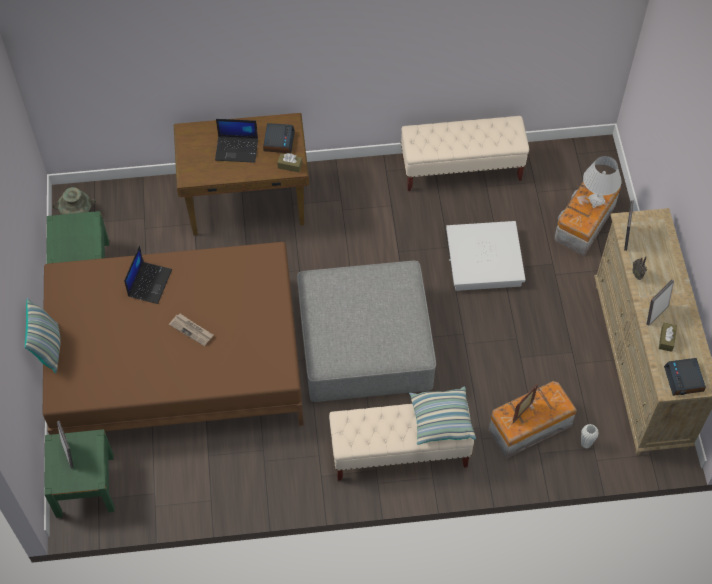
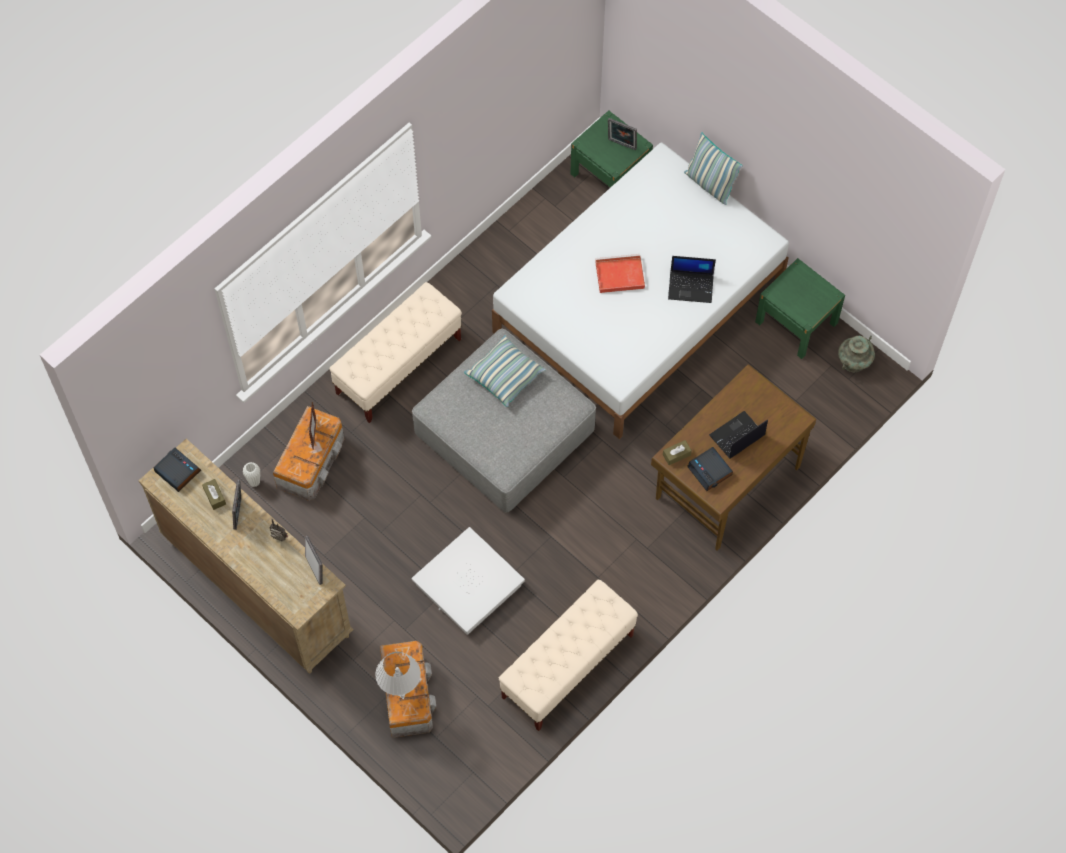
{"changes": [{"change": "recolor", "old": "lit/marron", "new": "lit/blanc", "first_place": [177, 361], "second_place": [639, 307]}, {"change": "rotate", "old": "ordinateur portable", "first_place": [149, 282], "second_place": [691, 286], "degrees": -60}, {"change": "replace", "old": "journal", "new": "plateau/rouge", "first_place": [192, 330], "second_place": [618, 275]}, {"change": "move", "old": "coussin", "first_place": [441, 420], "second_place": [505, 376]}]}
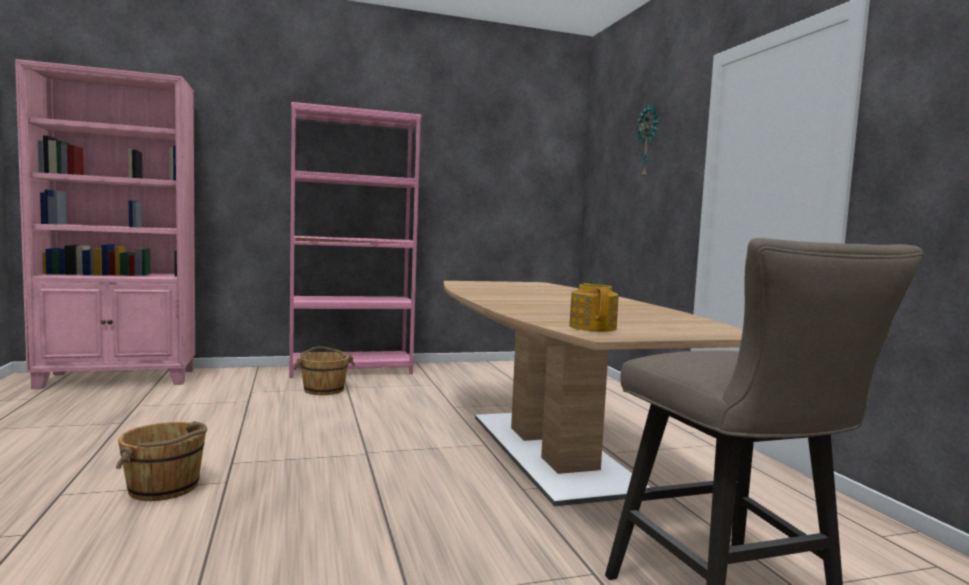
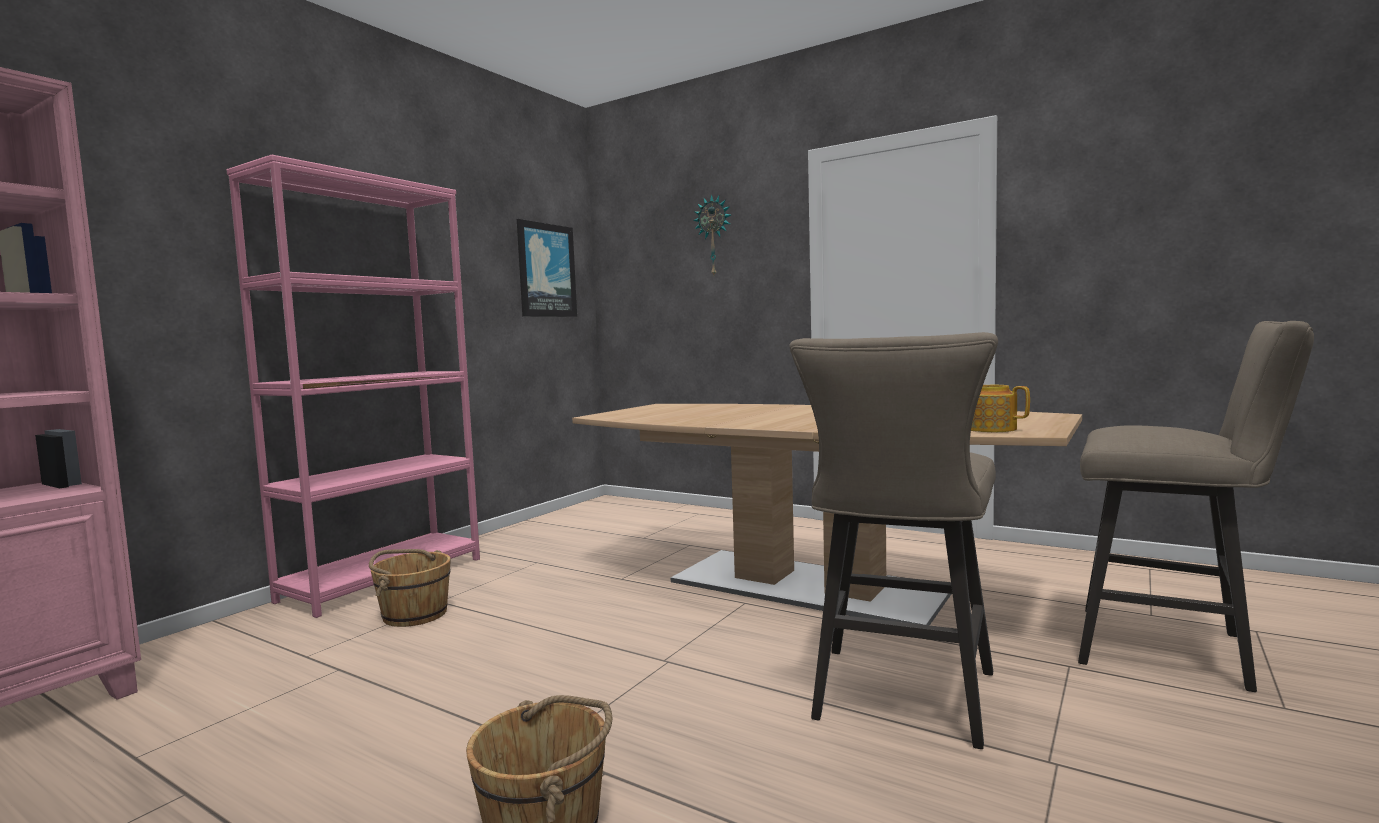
{"changes": [{"change": "insert", "new": "tableau", "second_place": [546, 270]}, {"change": "insert", "new": "tabouret/beige", "second_place": [900, 701]}]}
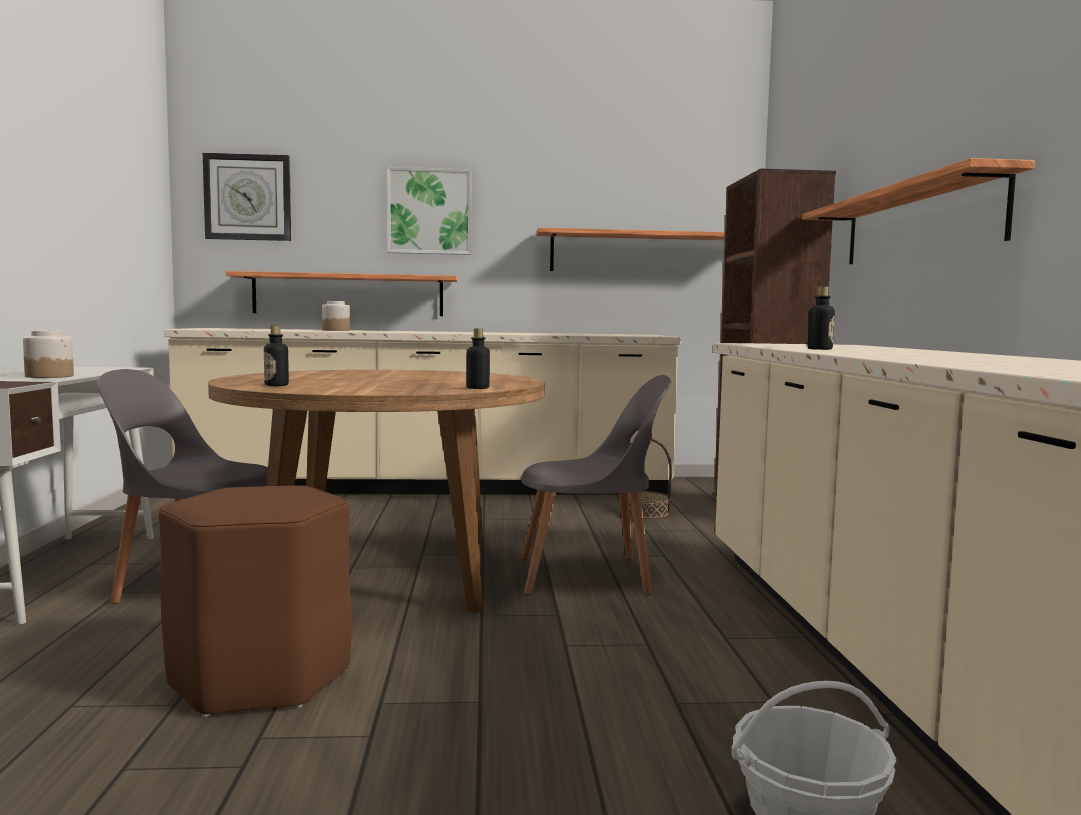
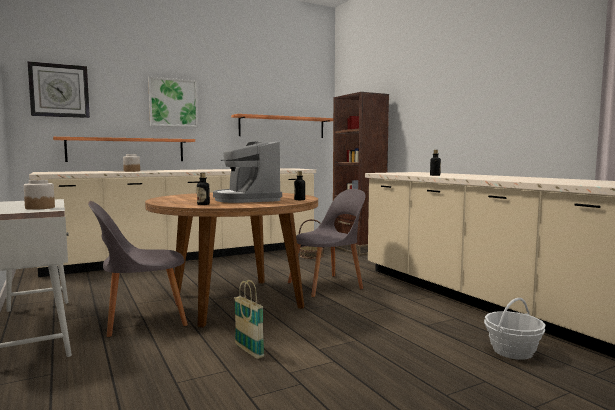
{"changes": [{"change": "delete", "old": "étagère", "first_place": [918, 224]}, {"change": "replace", "old": "tabouret/marron", "new": "panier", "first_place": [260, 676], "second_place": [249, 351]}, {"change": "insert", "new": "machine à café", "second_place": [246, 199]}]}
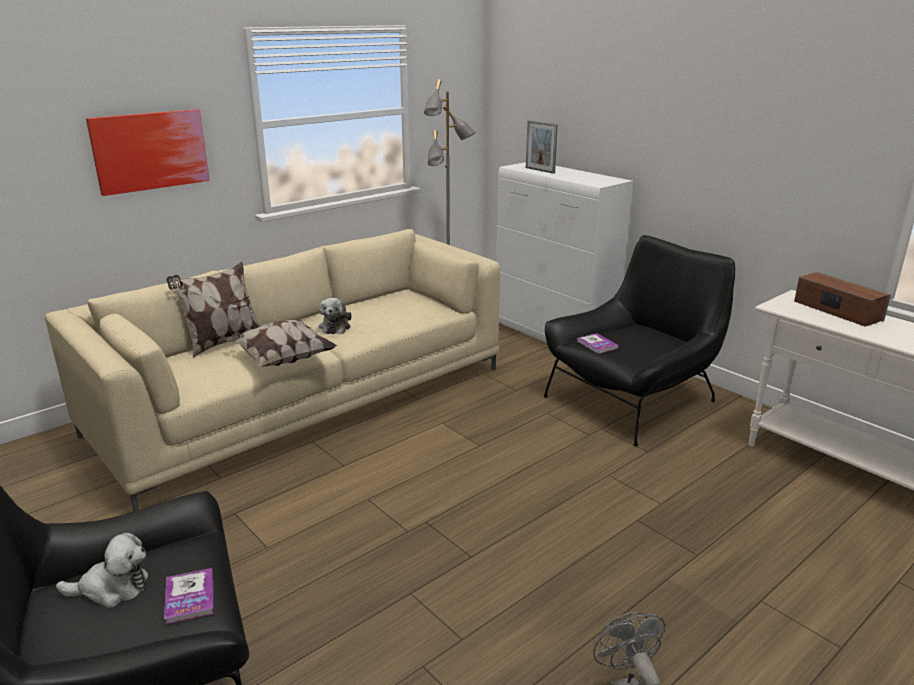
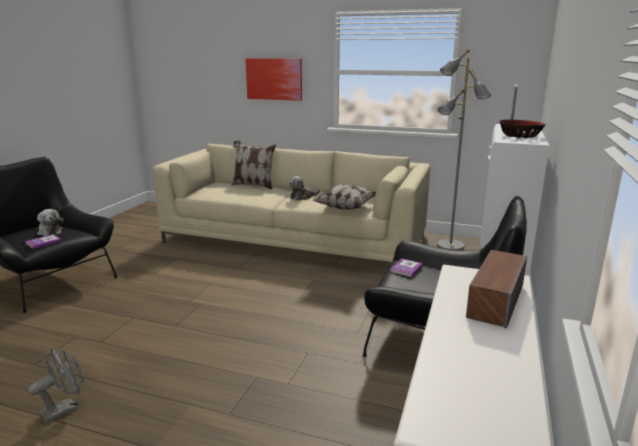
{"changes": [{"change": "move", "old": "coussin", "first_place": [281, 360], "second_place": [344, 208]}, {"change": "insert", "new": "bol", "second_place": [520, 136]}]}
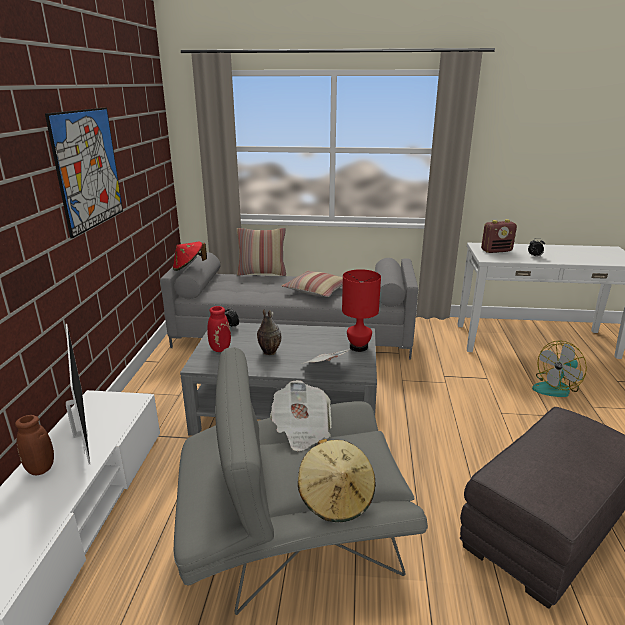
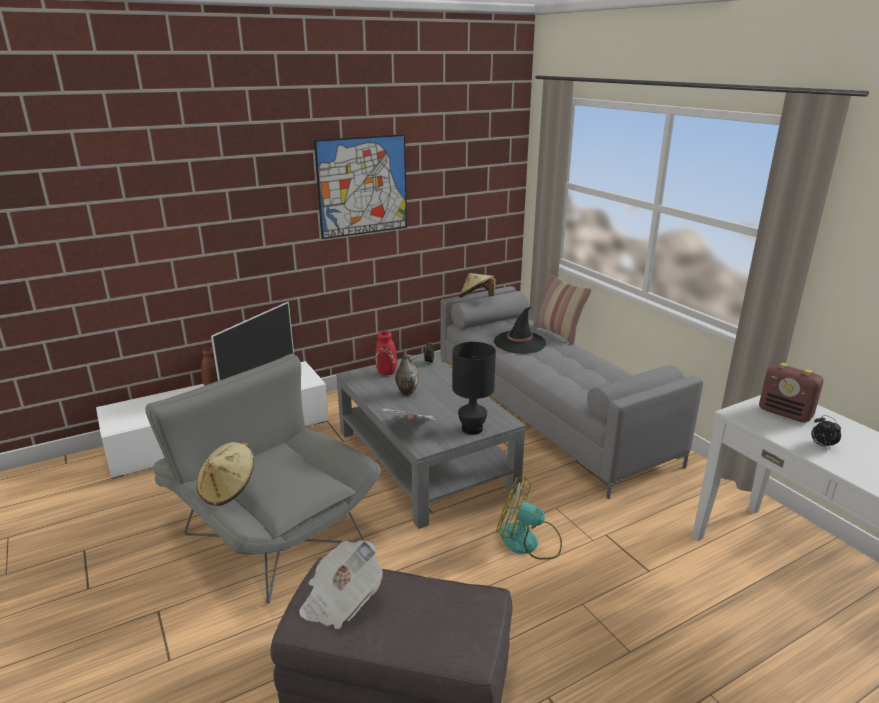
{"changes": [{"change": "recolor", "old": "chapeau/rouge", "new": "chapeau/beige", "first_place": [189, 267], "second_place": [476, 298]}, {"change": "recolor", "old": "lampe de table/rouge", "new": "lampe de table/noir", "first_place": [359, 347], "second_place": [472, 429]}, {"change": "delete", "old": "coussin", "first_place": [317, 290]}, {"change": "move", "old": "ventilateur", "first_place": [556, 388], "second_place": [528, 542]}, {"change": "move", "old": "journal", "first_place": [301, 429], "second_place": [341, 600]}, {"change": "insert", "new": "chapeau/noir", "second_place": [519, 343]}]}
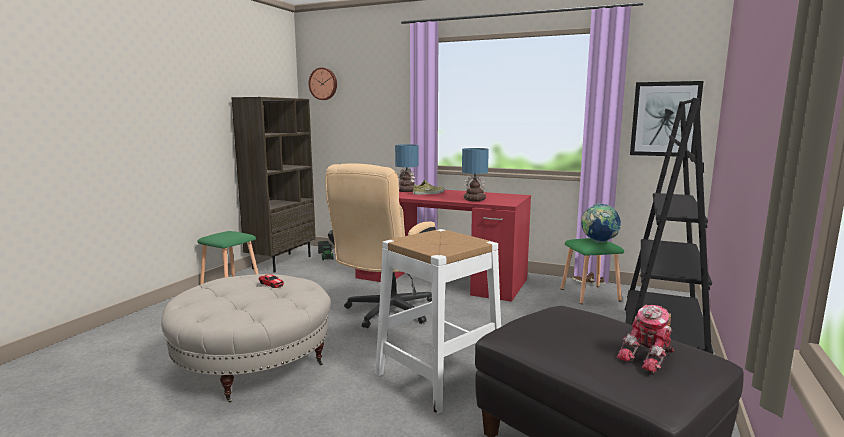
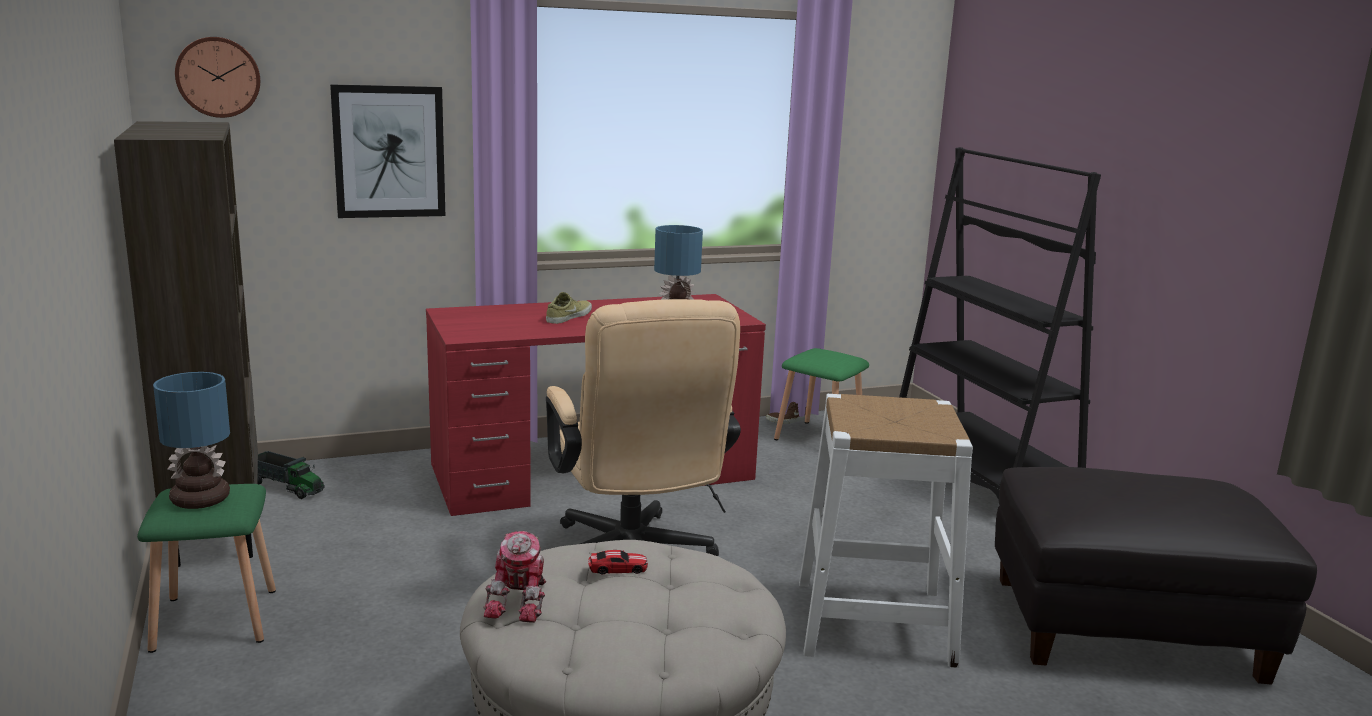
{"changes": [{"change": "move", "old": "tableau", "first_place": [665, 119], "second_place": [389, 152]}, {"change": "move", "old": "lampe de table", "first_place": [407, 191], "second_place": [203, 499]}, {"change": "delete", "old": "globe", "first_place": [598, 242]}, {"change": "move", "old": "robot jouet", "first_place": [649, 357], "second_place": [521, 601]}]}
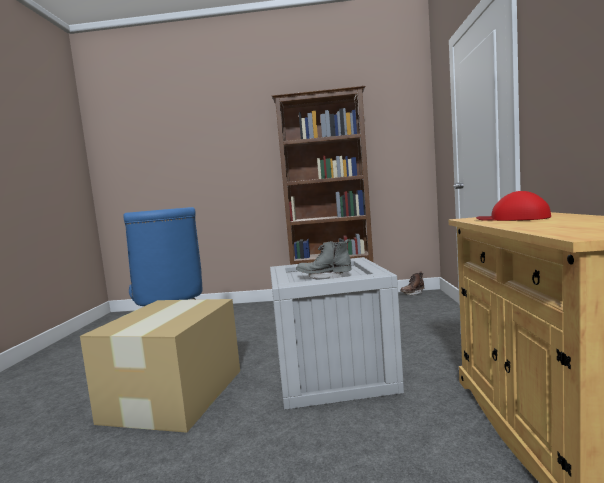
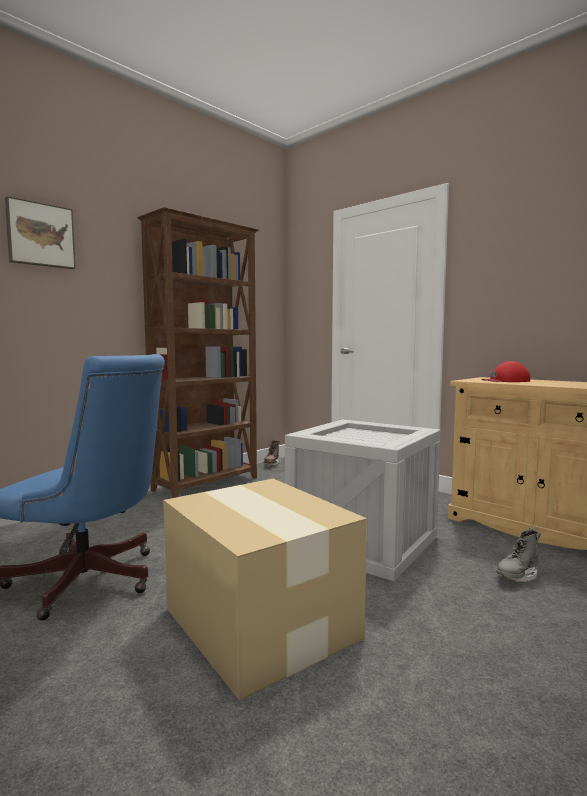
{"changes": [{"change": "move", "old": "botte/gris", "first_place": [324, 277], "second_place": [517, 576]}, {"change": "insert", "new": "tableau", "second_place": [40, 235]}]}
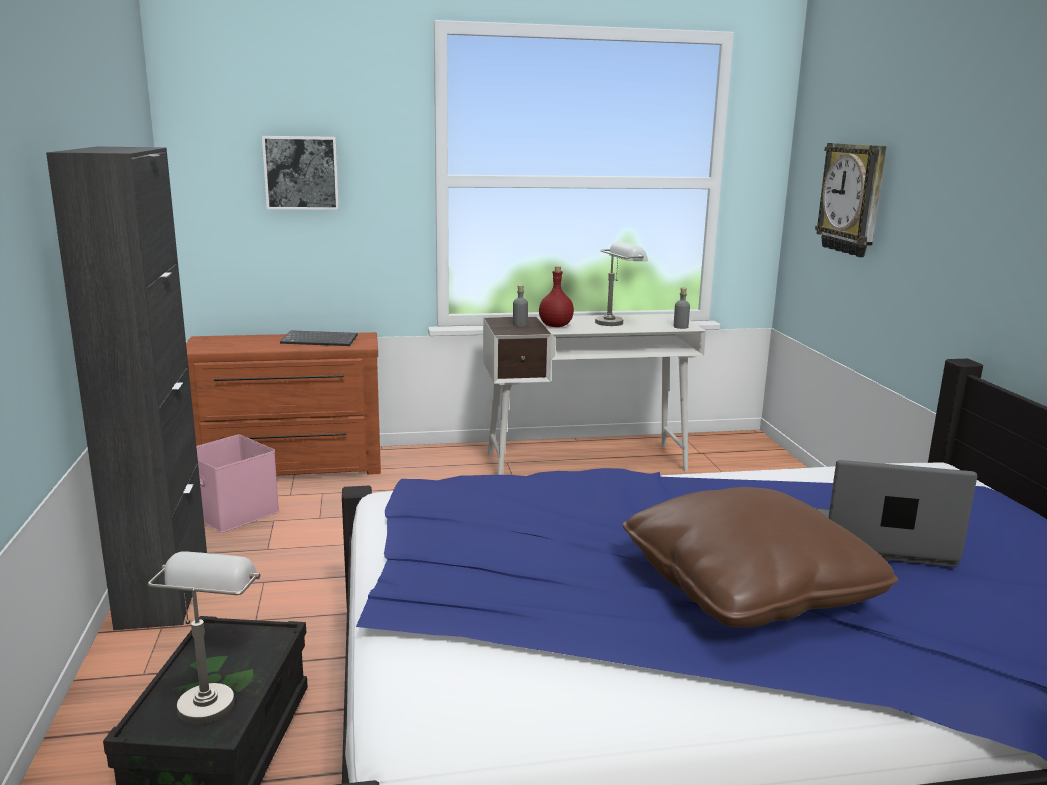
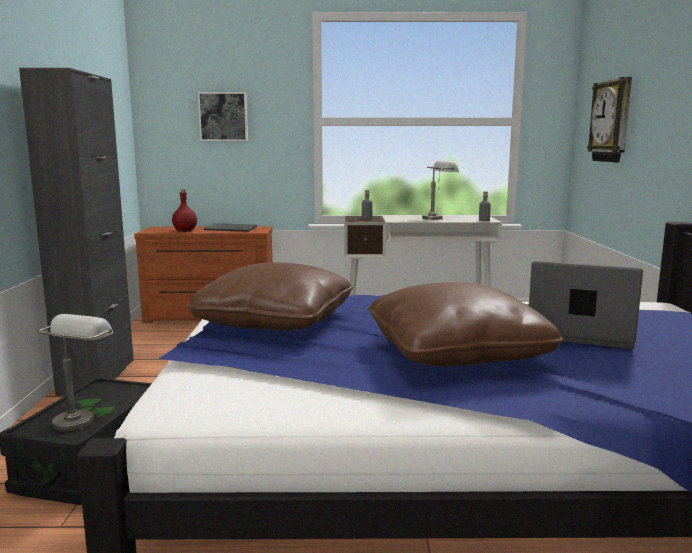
{"changes": [{"change": "move", "old": "bouteille/rouge", "first_place": [556, 326], "second_place": [185, 231]}, {"change": "delete", "old": "boîte de rangement/rose", "first_place": [231, 512]}, {"change": "insert", "new": "coussin/marron", "second_place": [275, 322]}]}
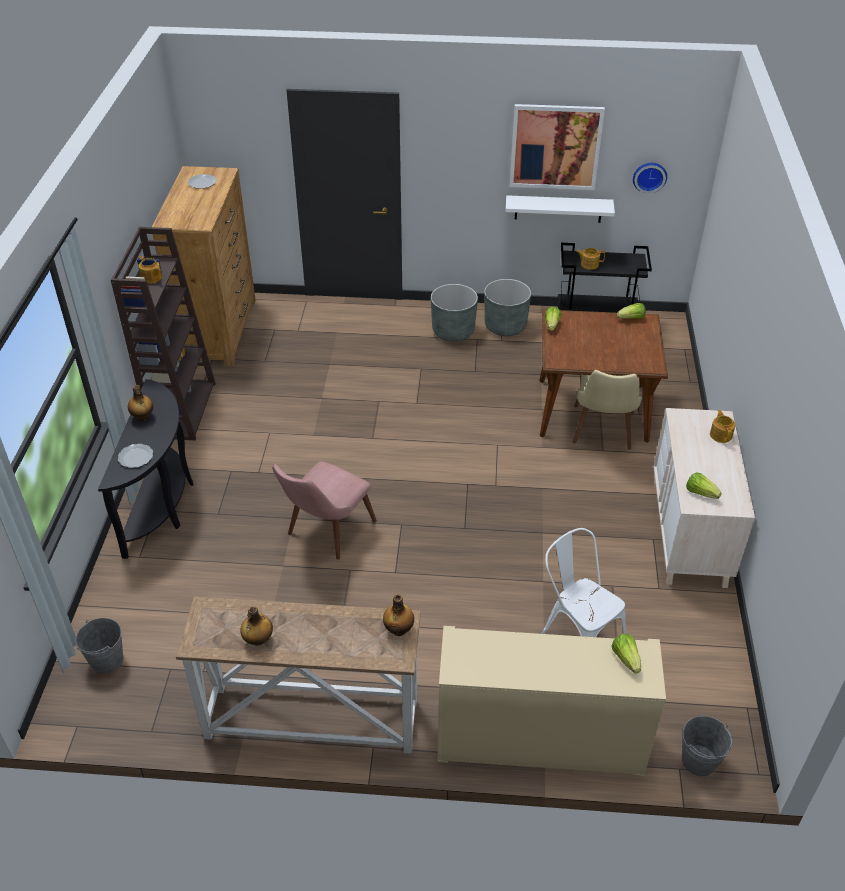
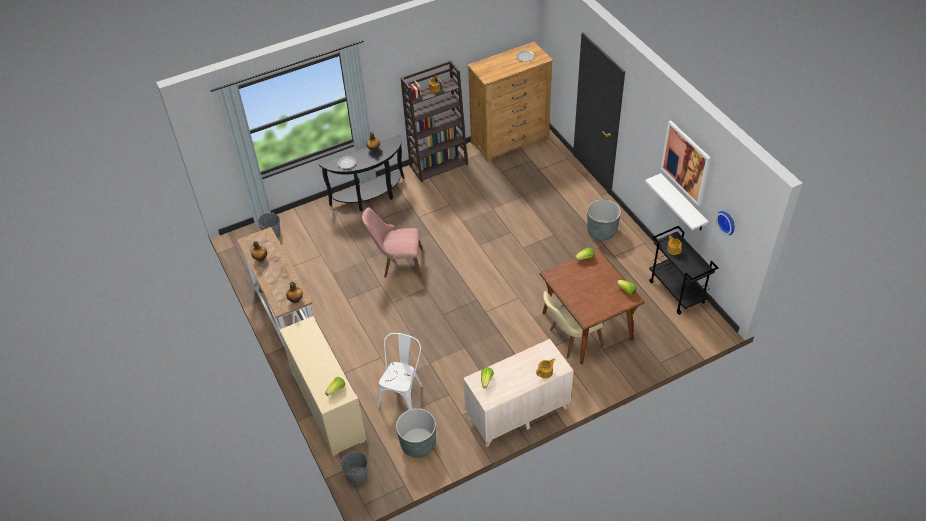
{"changes": [{"change": "move", "old": "cache-pot/gris", "first_place": [505, 326], "second_place": [418, 444]}]}
